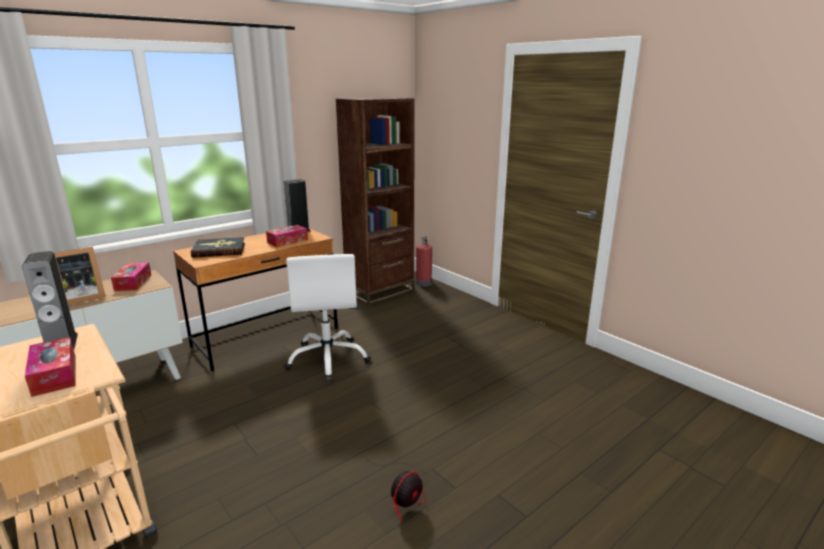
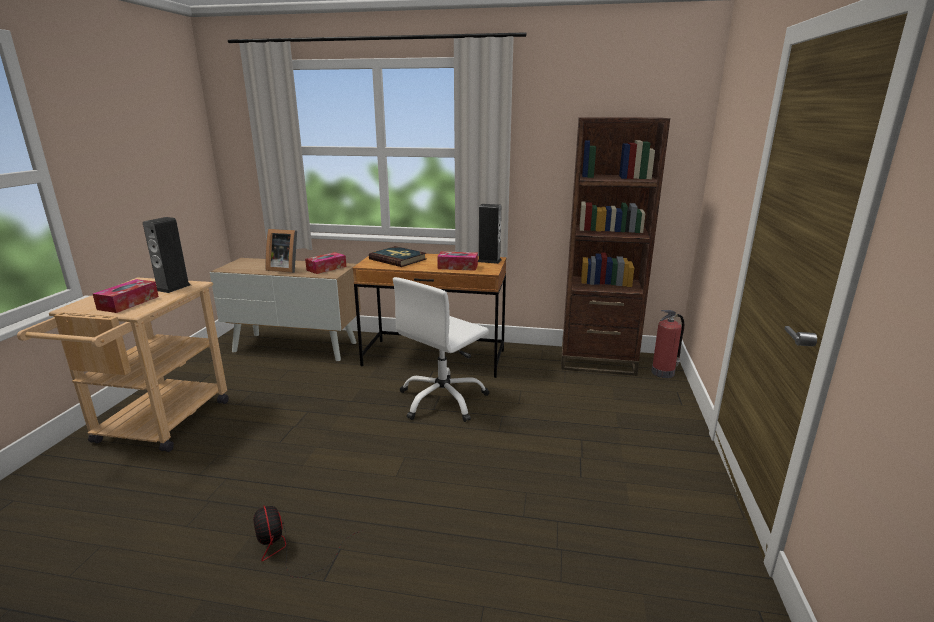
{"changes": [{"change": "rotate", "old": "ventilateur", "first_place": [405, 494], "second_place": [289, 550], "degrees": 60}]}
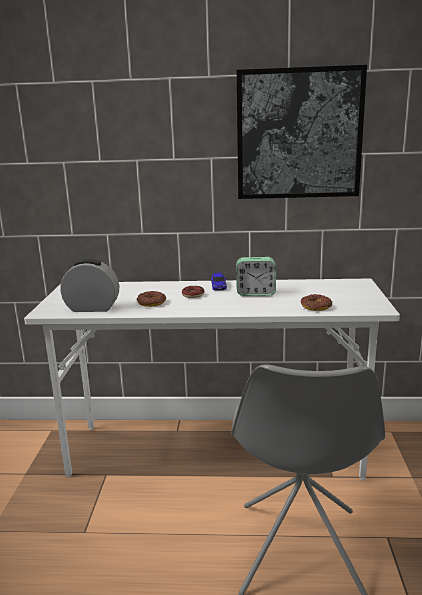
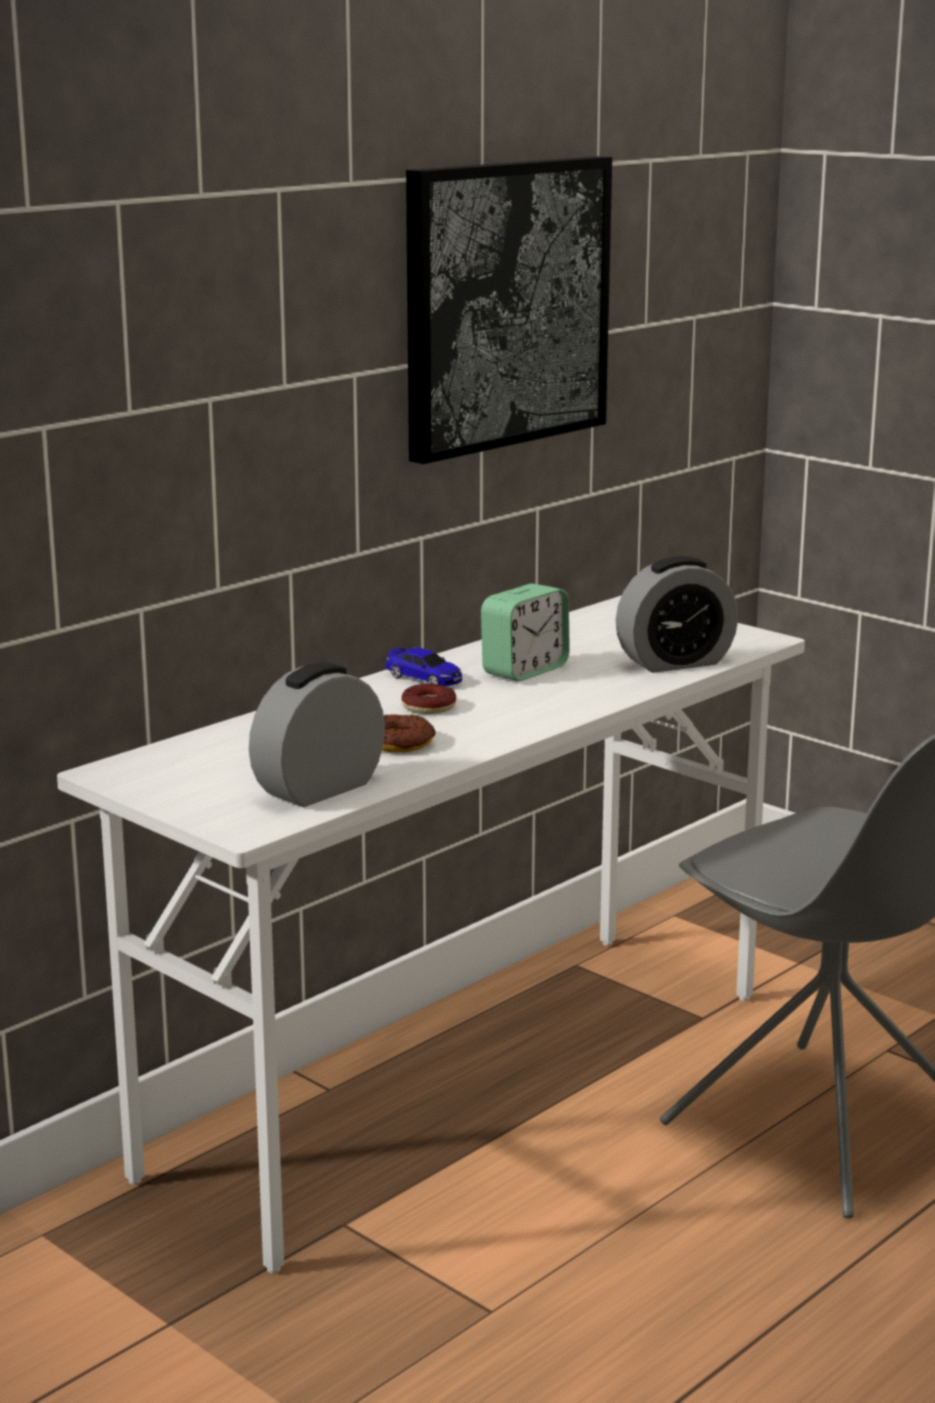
{"changes": [{"change": "replace", "old": "beignet", "new": "réveil", "first_place": [316, 306], "second_place": [675, 662]}]}
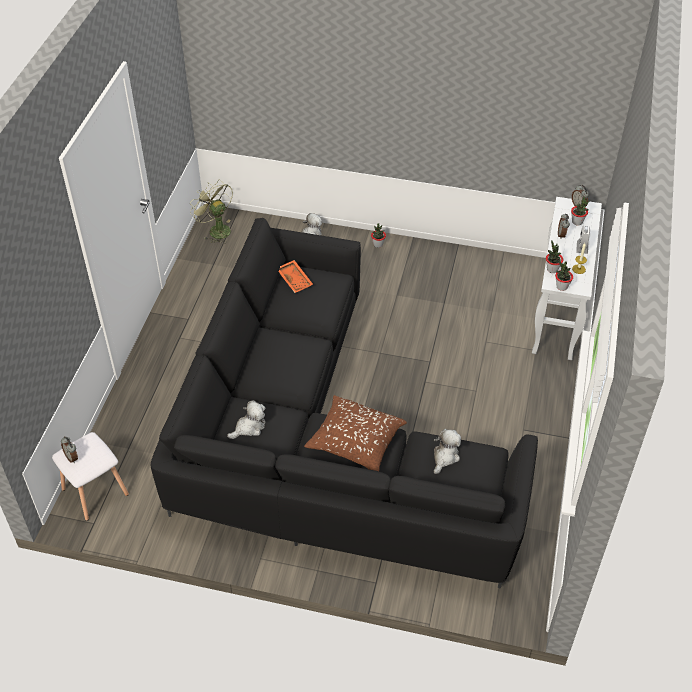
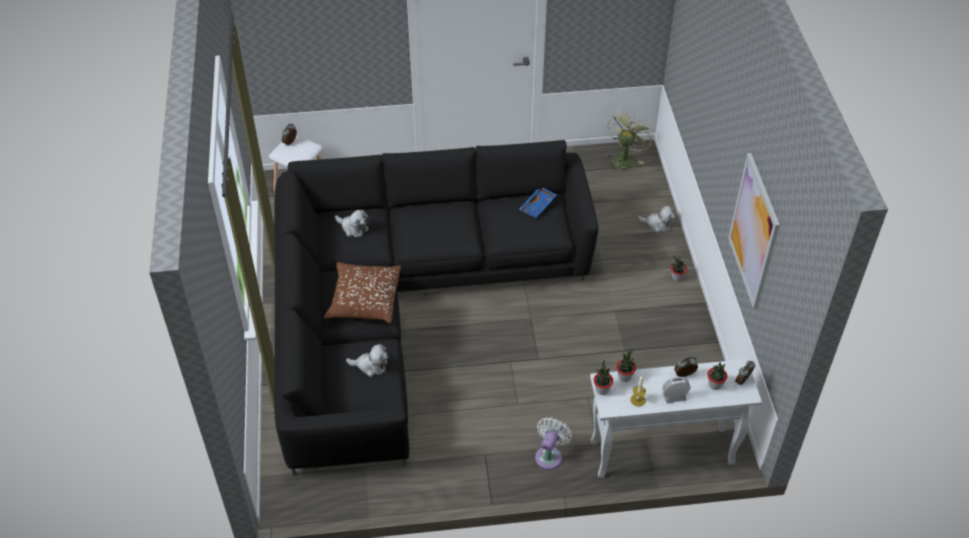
{"changes": [{"change": "recolor", "old": "plateau/orange", "new": "plateau/bleu", "first_place": [295, 280], "second_place": [538, 206]}, {"change": "insert", "new": "tableau", "second_place": [754, 231]}, {"change": "insert", "new": "ventilateur/blanc", "second_place": [549, 455]}]}
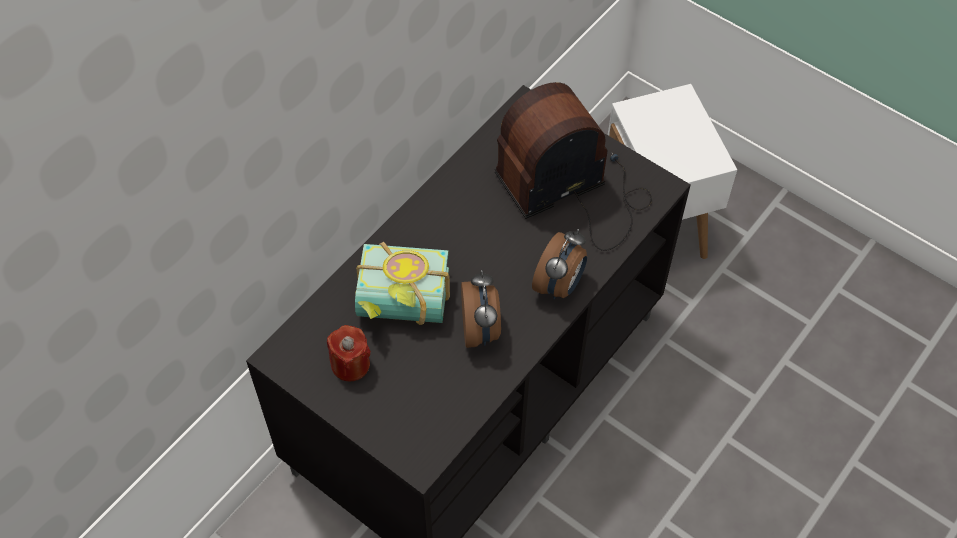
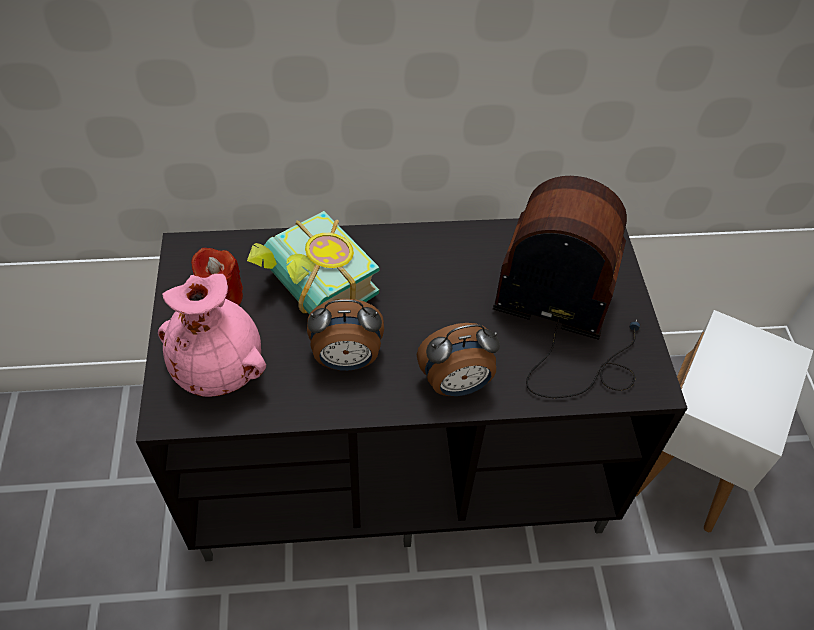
{"changes": [{"change": "rotate", "old": "réveil", "first_place": [481, 330], "second_place": [346, 360], "degrees": 45}, {"change": "insert", "new": "vase/rose", "second_place": [220, 370]}]}
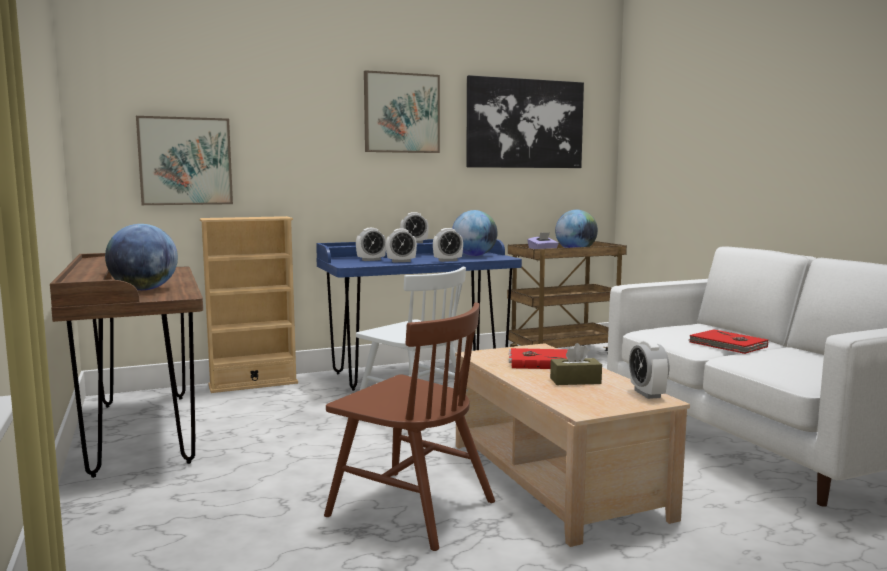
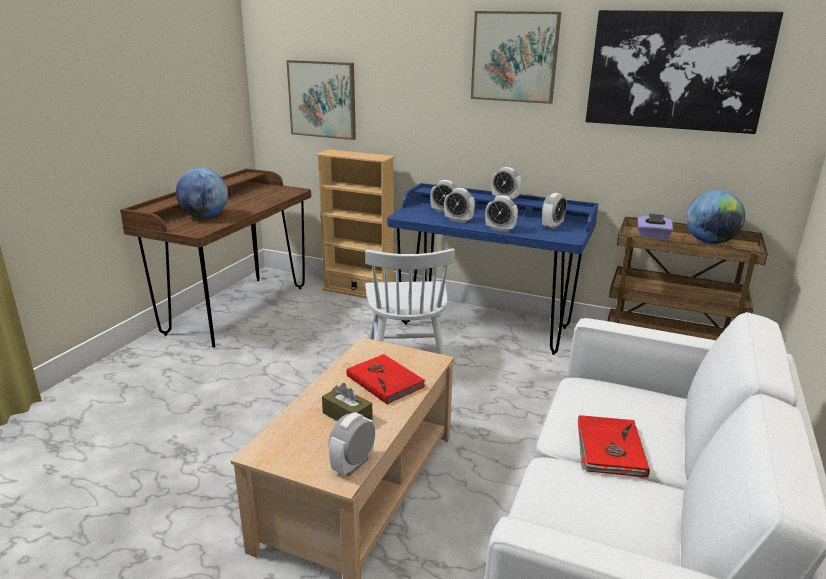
{"changes": [{"change": "replace", "old": "globe", "new": "réveil", "first_place": [474, 255], "second_place": [552, 226]}, {"change": "delete", "old": "chaise/marron", "first_place": [410, 508]}]}
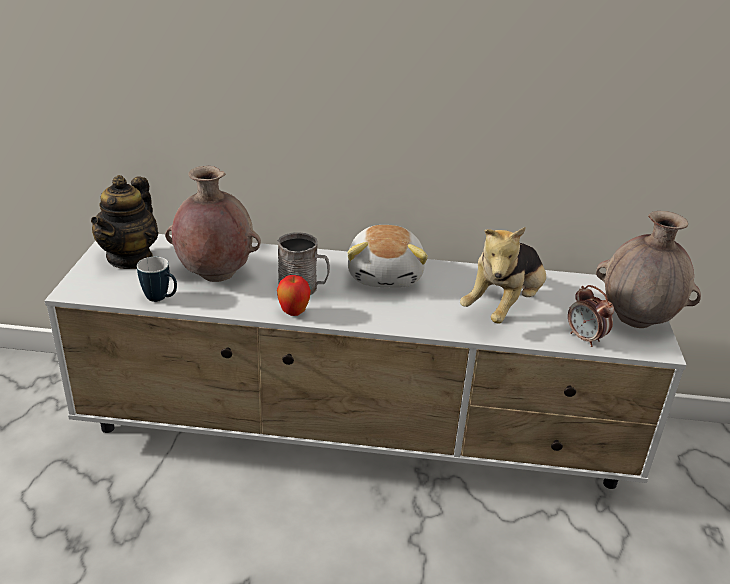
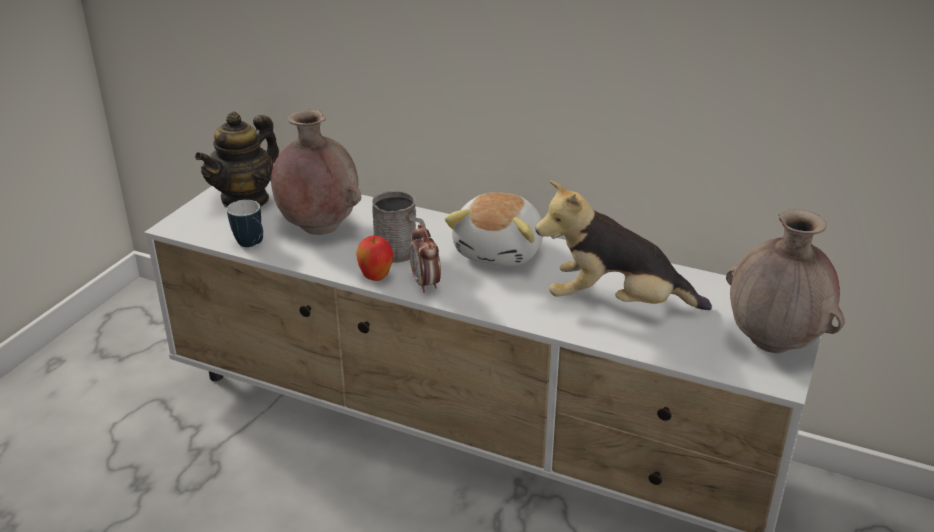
{"changes": [{"change": "rotate", "old": "peluche", "first_place": [503, 307], "second_place": [615, 304], "degrees": 45}, {"change": "move", "old": "réveil", "first_place": [585, 339], "second_place": [426, 284]}]}
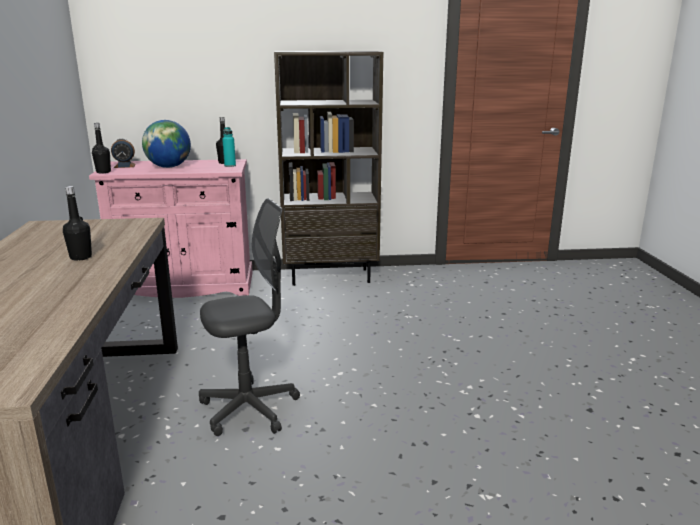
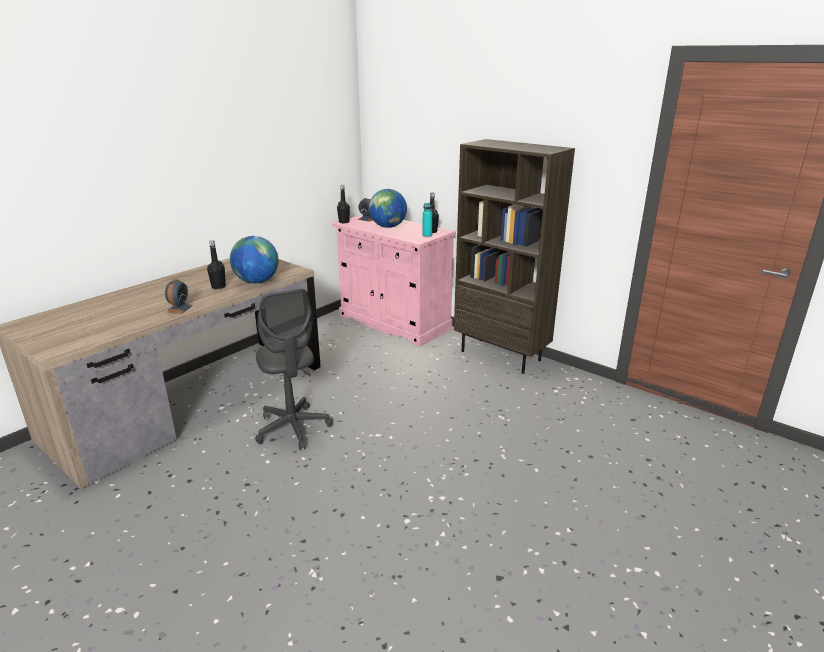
{"changes": [{"change": "rotate", "old": "chaise de bureau/gris", "first_place": [249, 409], "second_place": [293, 428], "degrees": 45}, {"change": "insert", "new": "globe", "second_place": [257, 282]}, {"change": "insert", "new": "réveil", "second_place": [179, 308]}]}
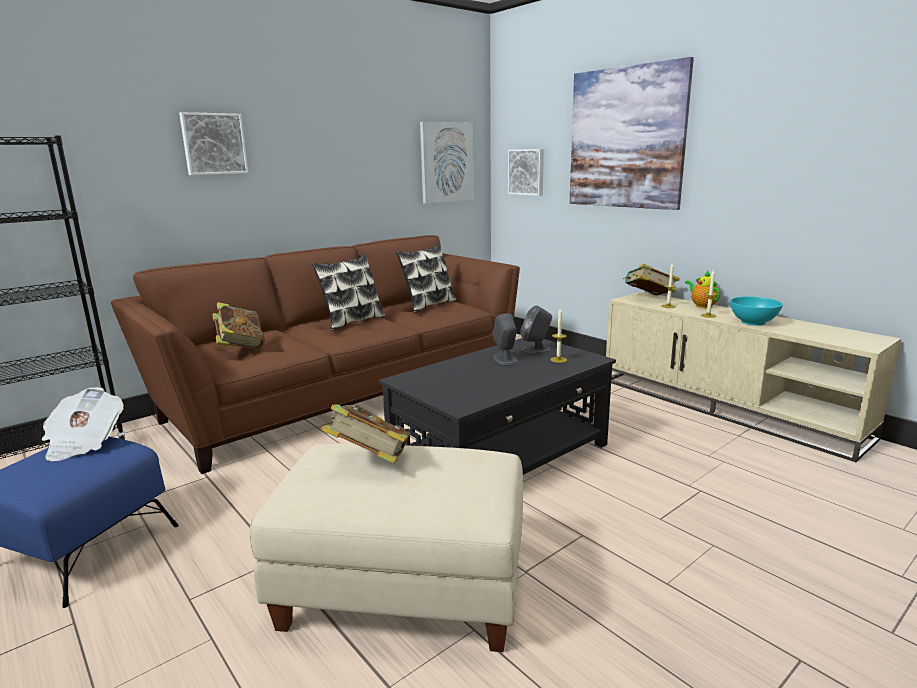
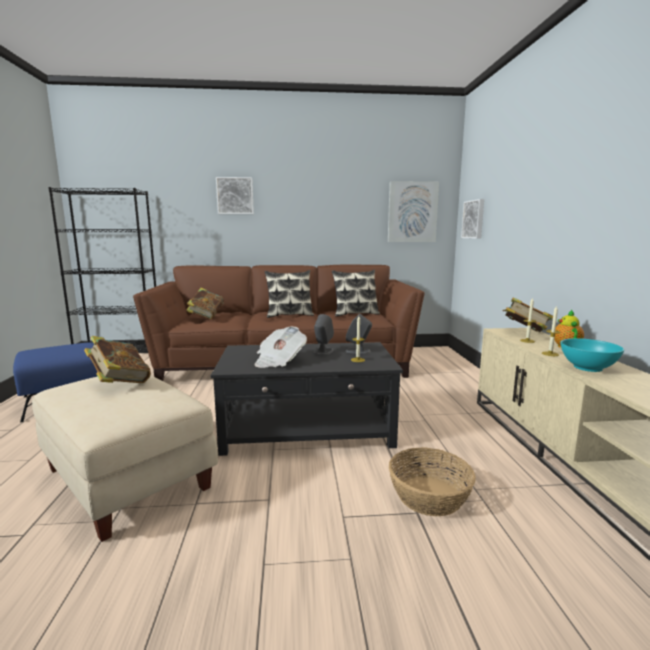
{"changes": [{"change": "delete", "old": "tableau", "first_place": [626, 138]}, {"change": "move", "old": "journal", "first_place": [84, 442], "second_place": [279, 361]}, {"change": "insert", "new": "panier", "second_place": [428, 495]}]}
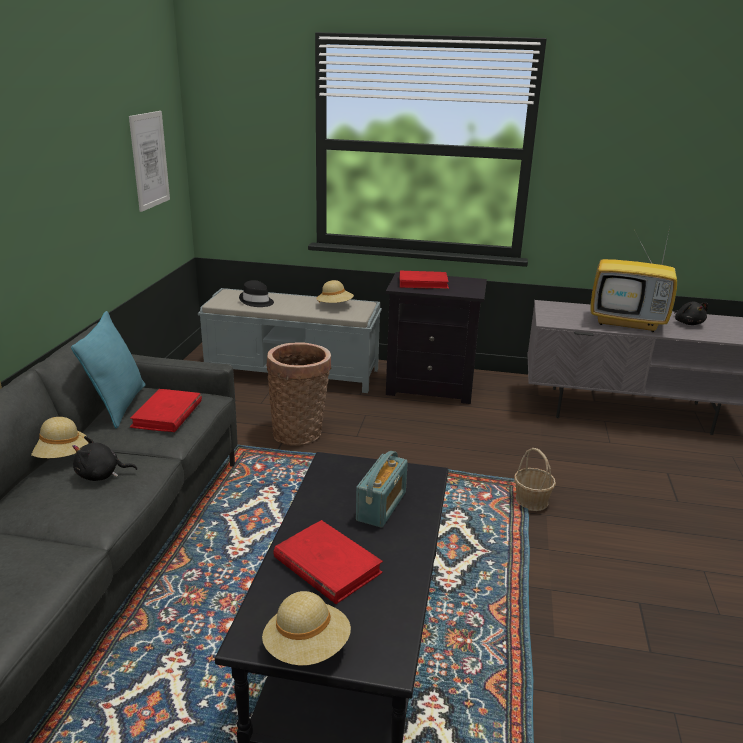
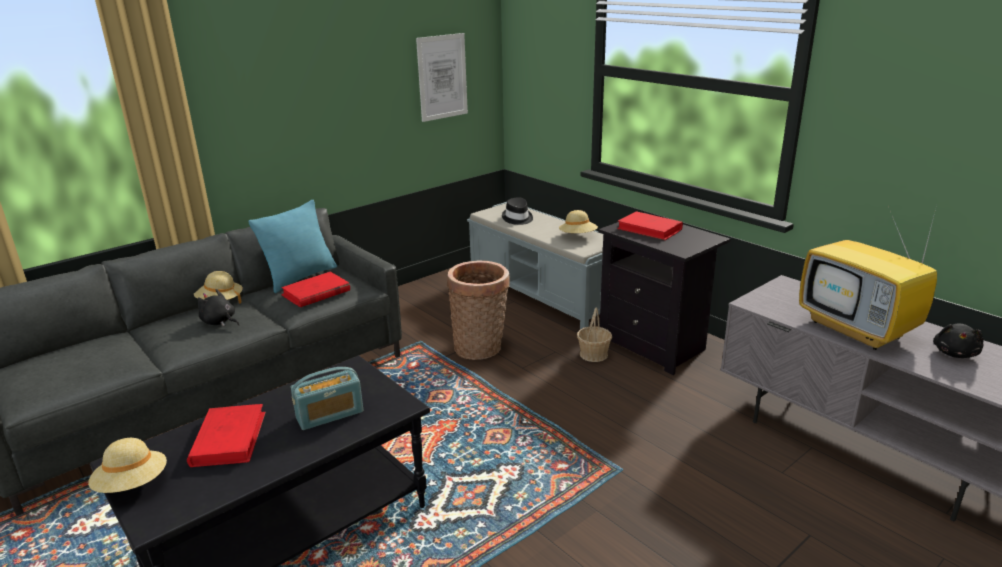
{"changes": [{"change": "move", "old": "panier", "first_place": [531, 501], "second_place": [594, 354]}]}
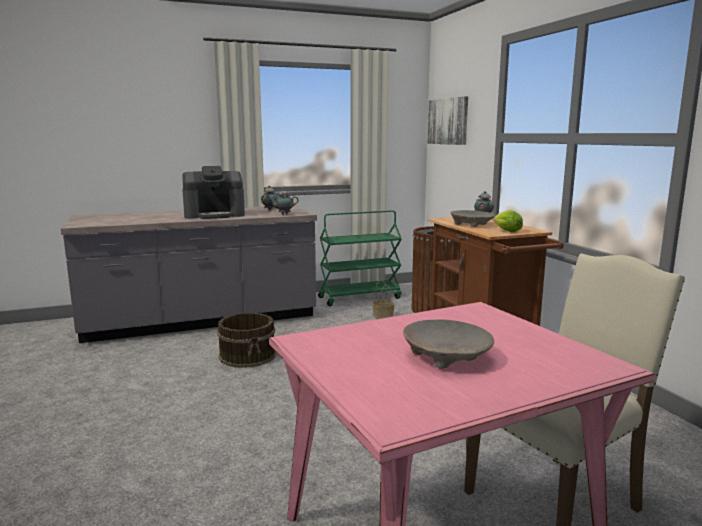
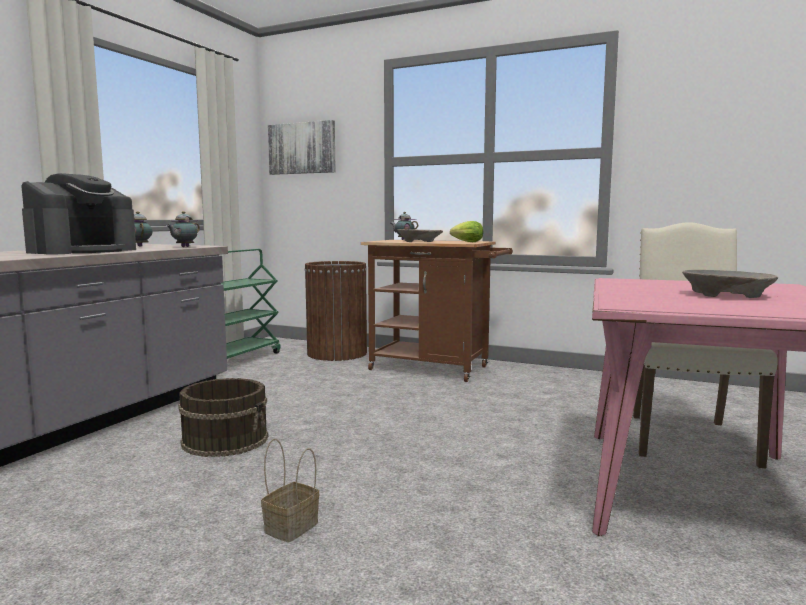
{"changes": [{"change": "move", "old": "panier", "first_place": [382, 316], "second_place": [291, 528]}]}
